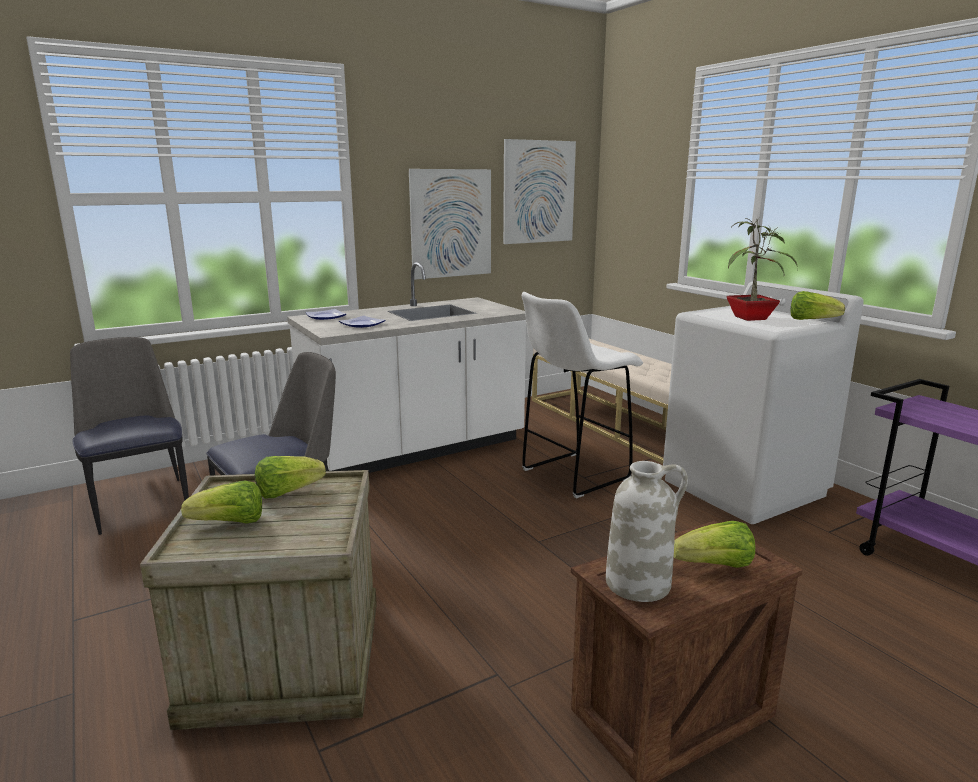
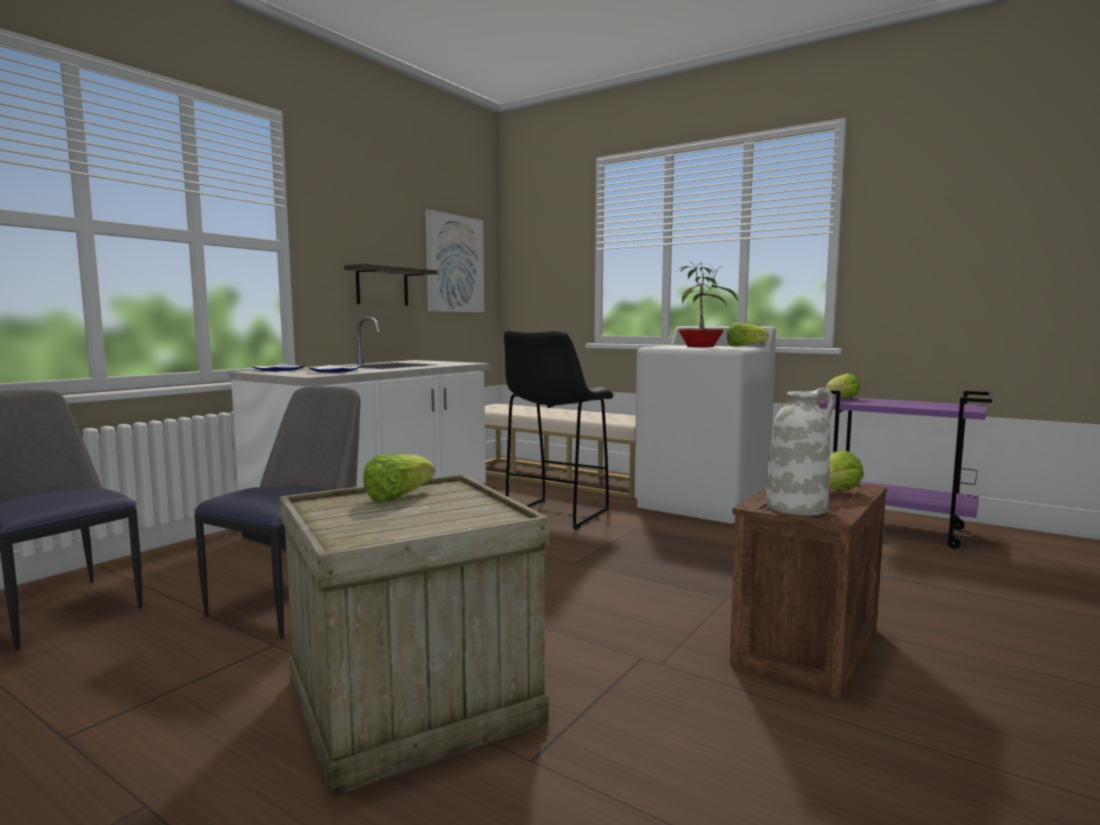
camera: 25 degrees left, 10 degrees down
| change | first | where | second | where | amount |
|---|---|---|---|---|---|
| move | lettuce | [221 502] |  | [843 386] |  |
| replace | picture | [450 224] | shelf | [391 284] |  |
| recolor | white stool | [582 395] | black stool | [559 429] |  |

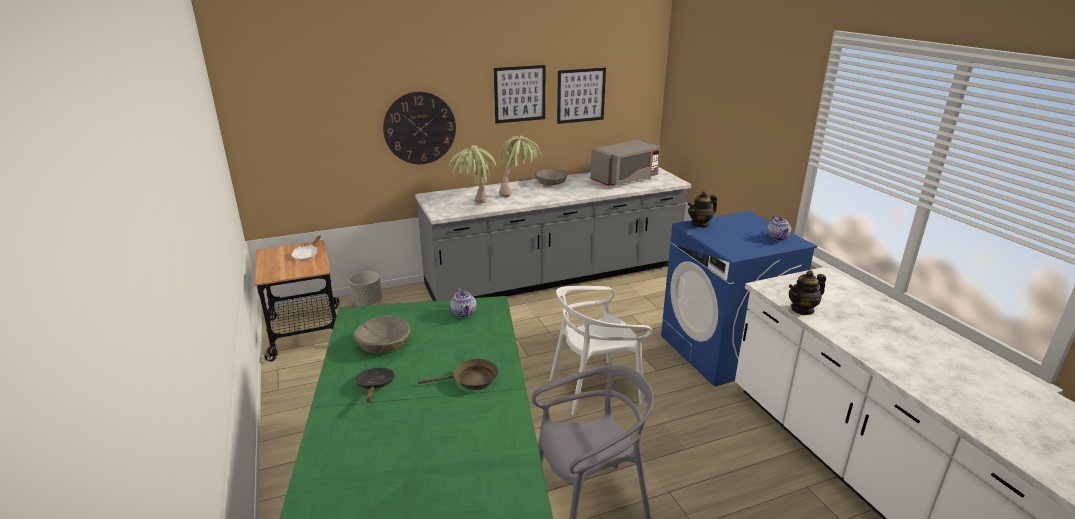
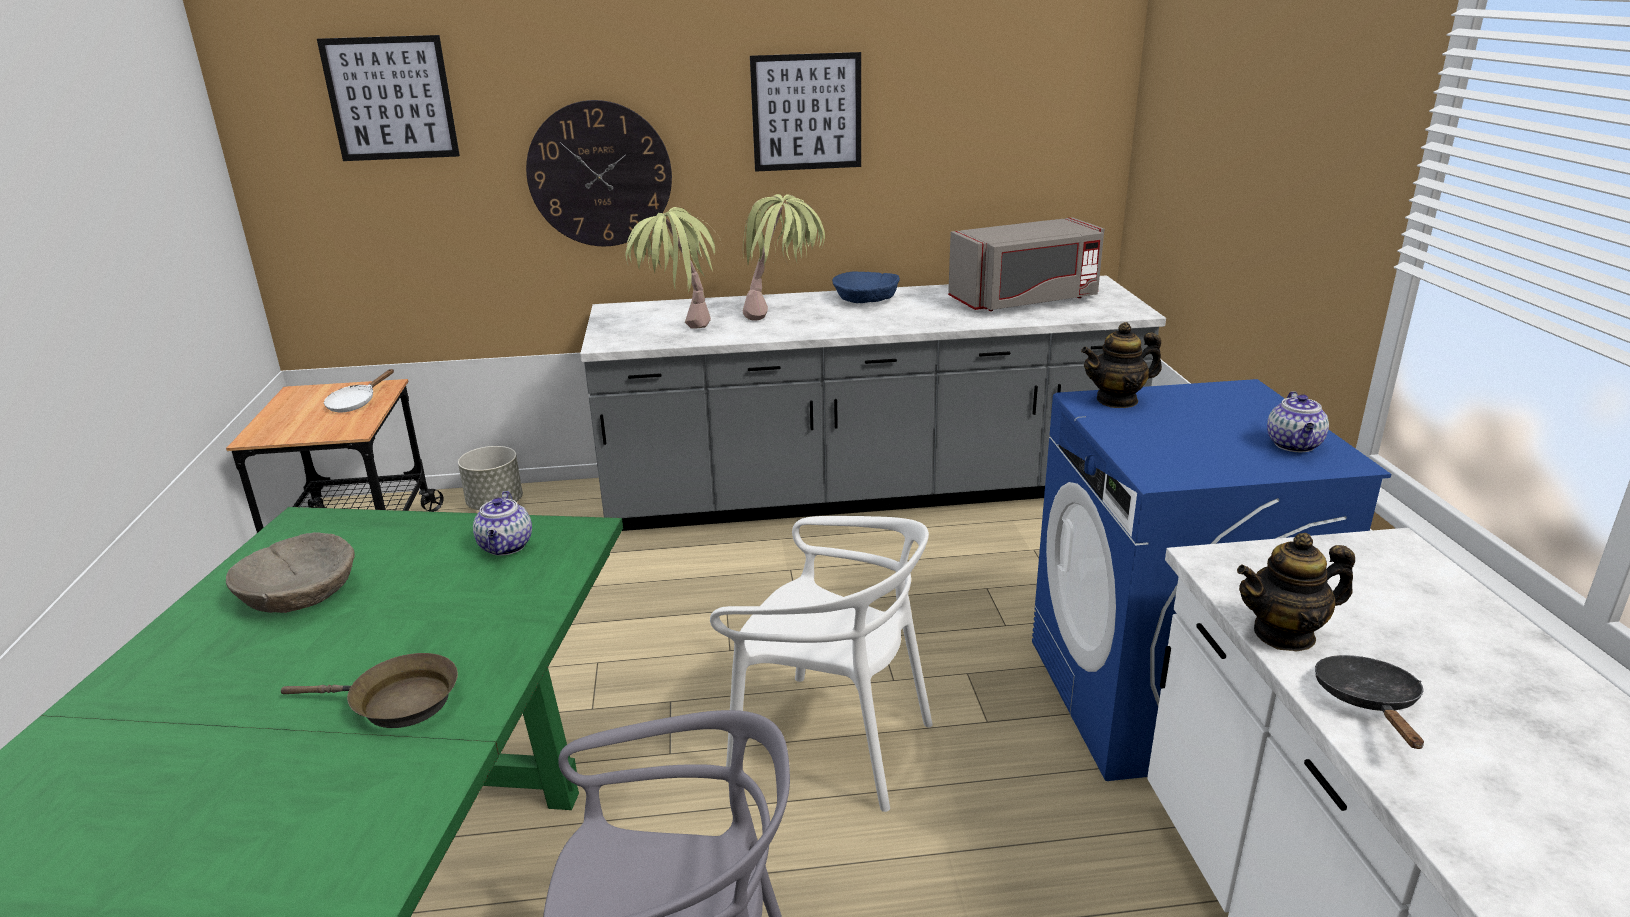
camera: 15 degrees right, 0 degrees up
| change | first | where | second | where | amount |
|---|---|---|---|---|---|
| move | black frying pan | [375 385] |  | [1369 702] |  |
| recolor | beige bowl | [551 177] | blue bowl | [866 287] |  |
| rotate | white chair | [600 351] |  | [821 664] | 150 degrees counterclockwise |
| move | picture | [581 96] |  | [388 98] |  |

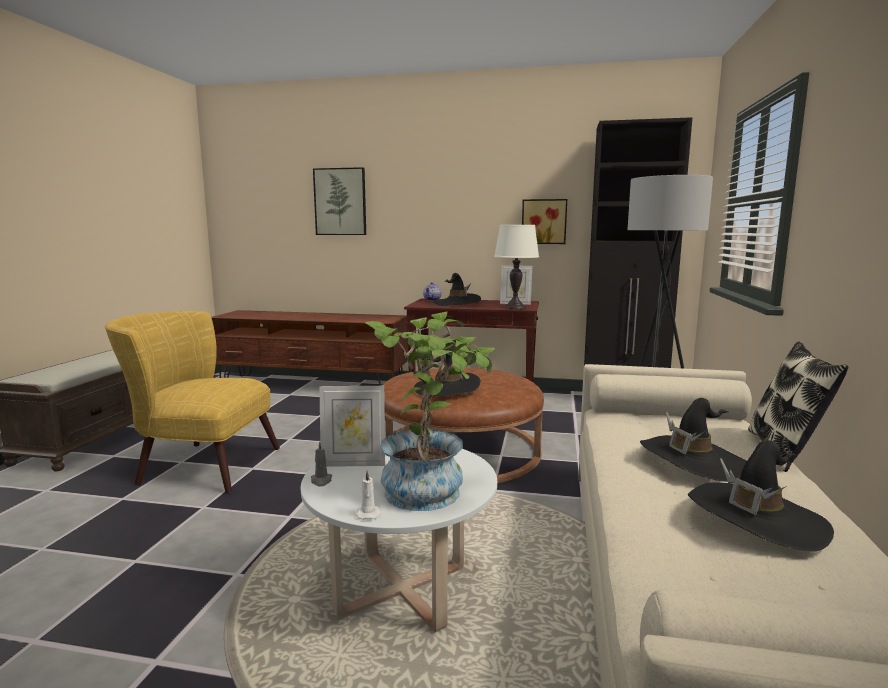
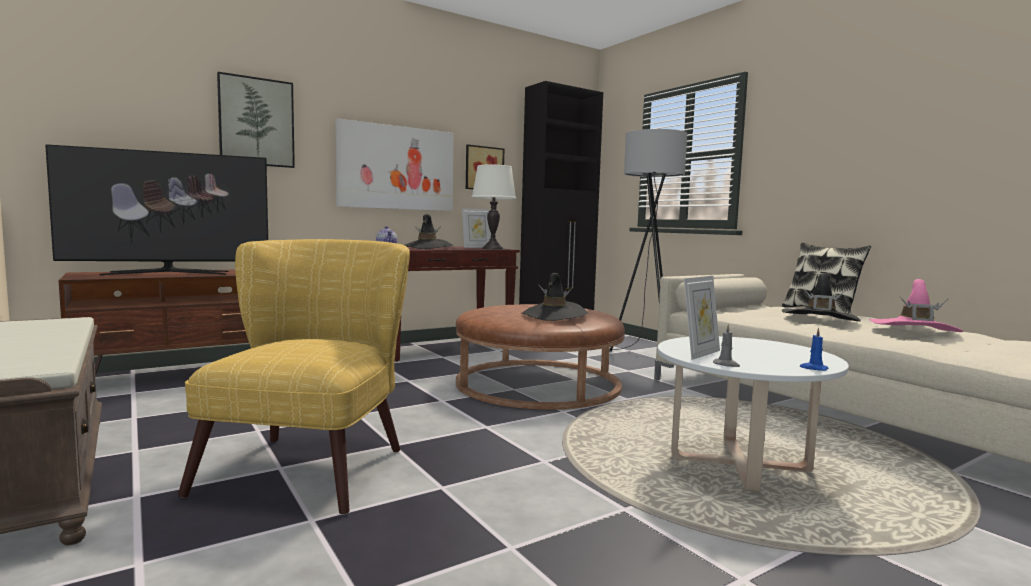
camera: 45 degrees left, 5 degrees down
| change | first | where | second | where | amount |
|---|---|---|---|---|---|
| rotate | yellow armchair | [192 402] |  | [294 377] | 135 degrees clockwise |
| recolor | white candle | [368 495] | blue candle | [814 349] |  |
| delete | potted plant | [430 411] |  |  |  |
| recolor | black hat | [761 495] | pink hat | [916 305] |  |
| insert |  |  | television | [156 209] |  |
| insert |  |  | picture | [394 164] |  |

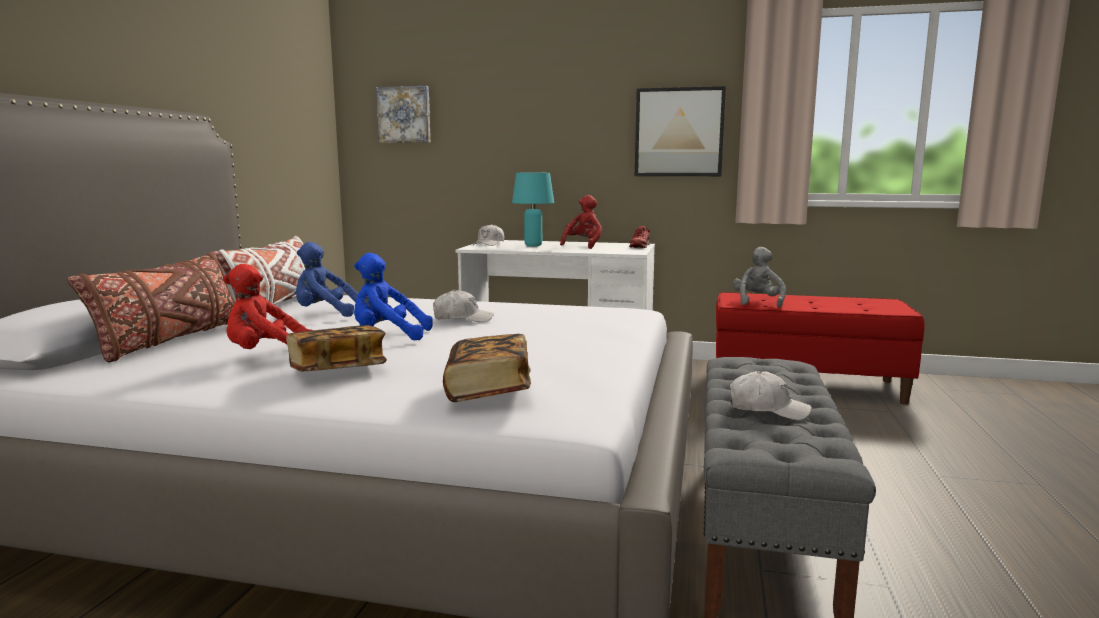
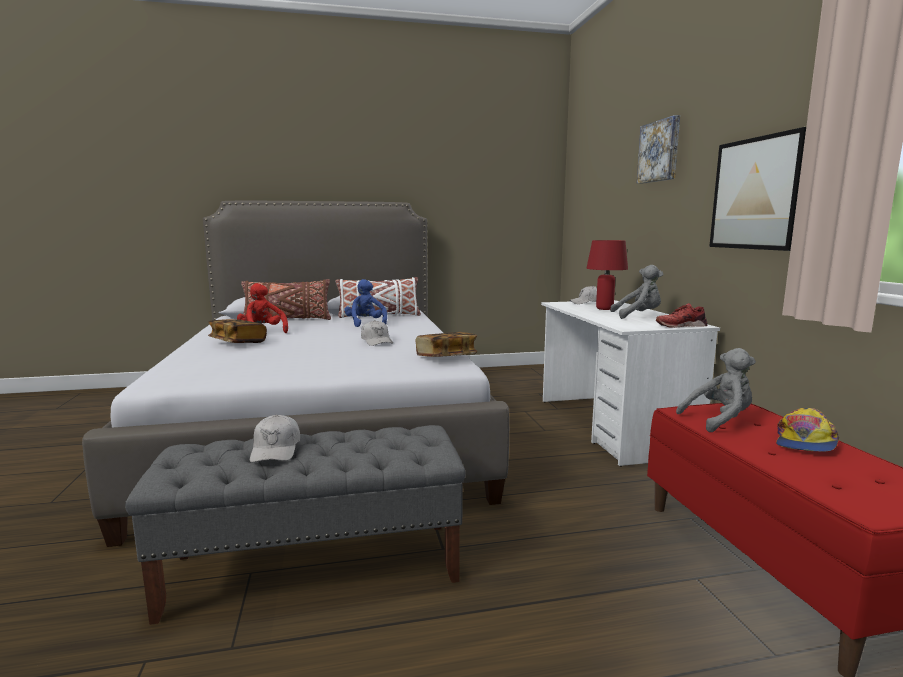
camera: 65 degrees right, 0 degrees up
| change | first | where | second | where | amount |
|---|---|---|---|---|---|
| delete | blue plush toy | [393 296] |  |  |  |
| move | picture | [403 114] |  | [658 149] |  |
| move | book | [487 368] |  | [446 344] |  |
| recolor | turquoise table lamp | [533 209] | red table lamp | [607 275] |  |
| recolor | red plush toy | [581 222] | grey plush toy | [636 292] |  |
| insert |  |  | cap | [807 429] |  |

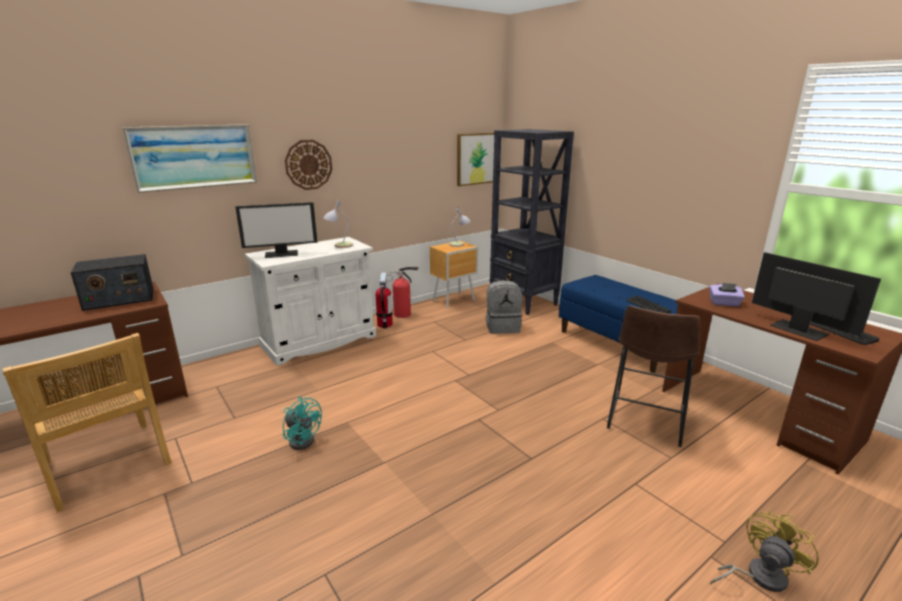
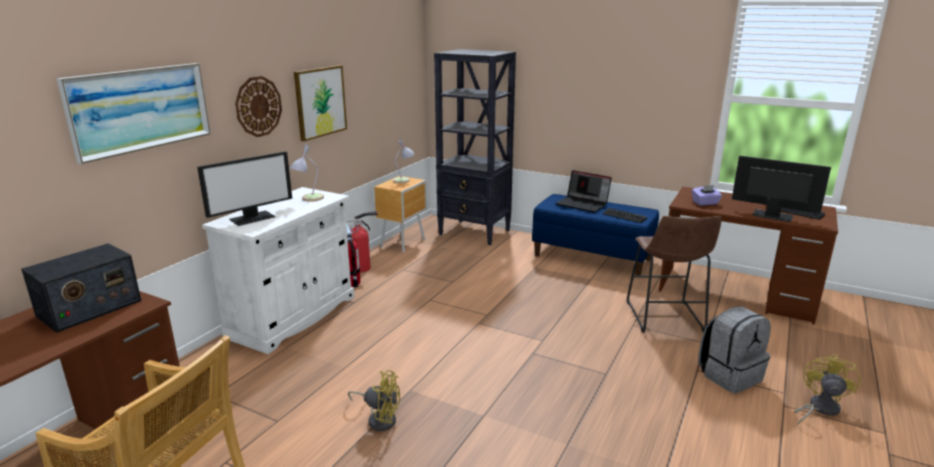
camera: 25 degrees left, 0 degrees up
| change | first | where | second | where | amount |
|---|---|---|---|---|---|
| recolor | turquoise fan | [302 423] | yellow fan | [374 400] |  |
| move | picture | [475 159] |  | [320 103] |  |
| move | grey backpack | [504 307] |  | [734 349] |  |
| insert |  |  | laptop | [584 191] |  |

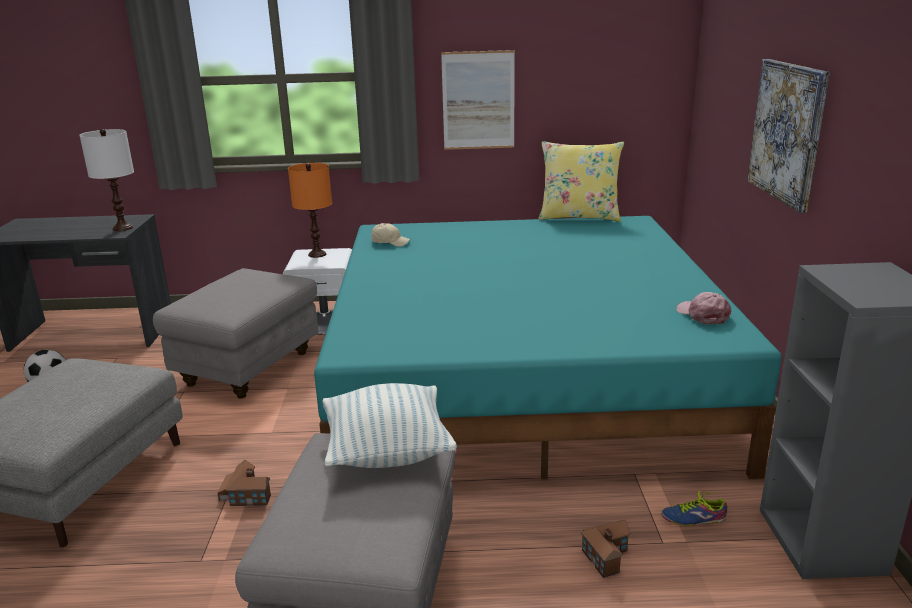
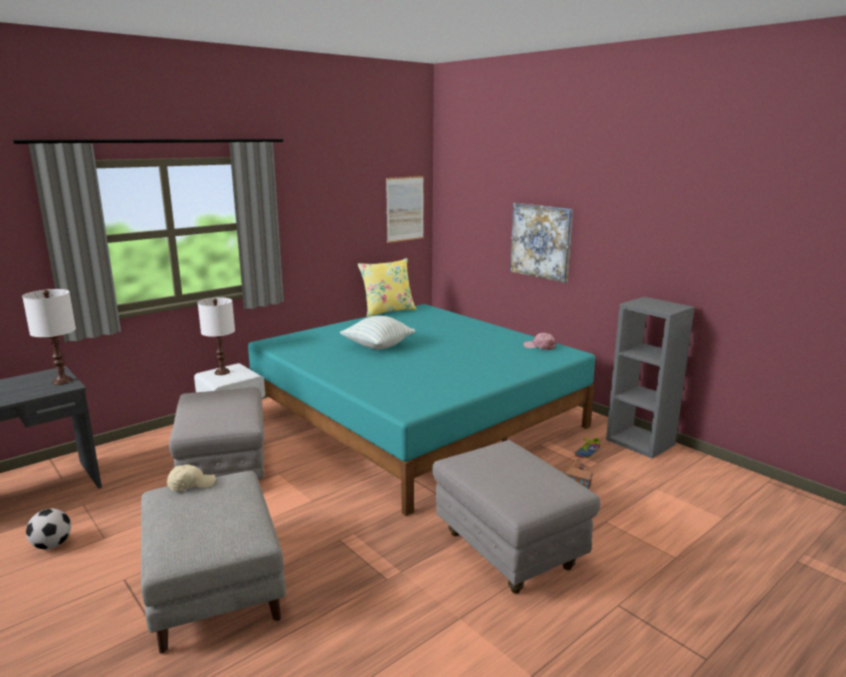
camera: 40 degrees left, 5 degrees down
| change | first | where | second | where | amount |
|---|---|---|---|---|---|
| delete | toy house | [244 483] |  |  |  |
| recolor | orange table lamp | [310 210] | white table lamp | [216 336] |  |
| move | pillow | [389 425] |  | [377 332] |  |
| move | beige cap | [390 235] |  | [191 477] |  |
| move | picture | [478 100] |  | [405 209] |  |

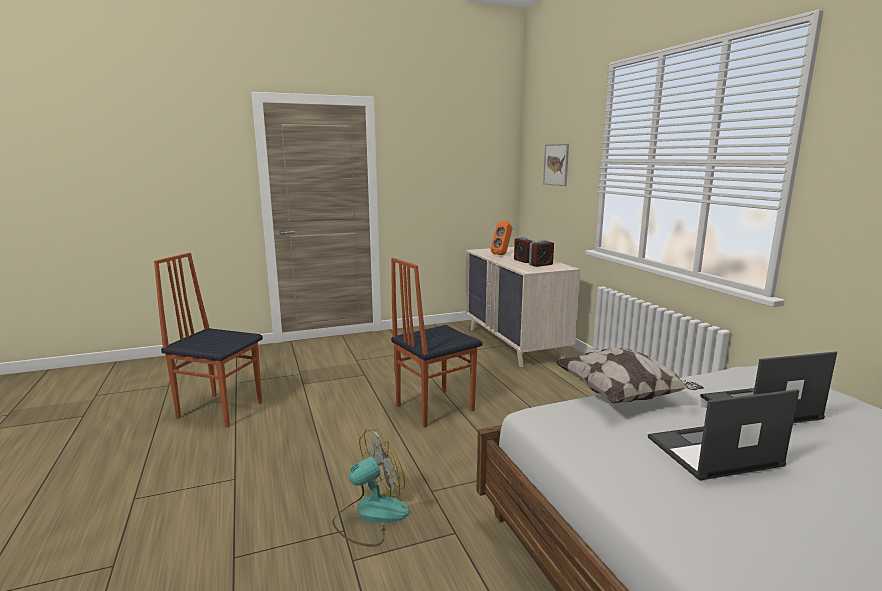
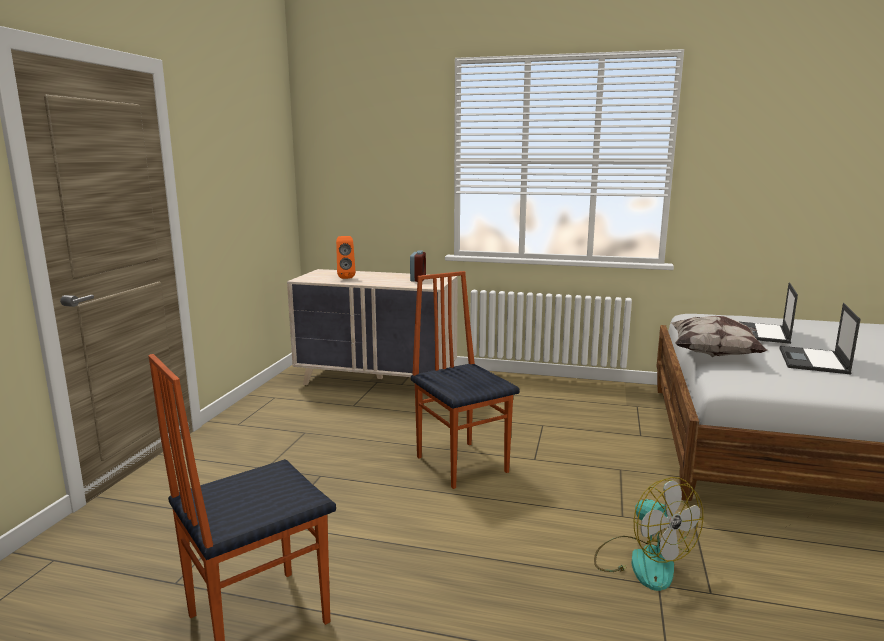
camera: 55 degrees left, 0 degrees up
| change | first | where | second | where | amount |
|---|---|---|---|---|---|
| rotate | fan | [370 488] |  | [648 534] | 150 degrees clockwise |
| rotate | chair | [436 342] |  | [465 380] | 150 degrees clockwise |
| delete | alarm clock | [524 250] |  |  |  |
| delete | picture | [556 165] |  |  |  |

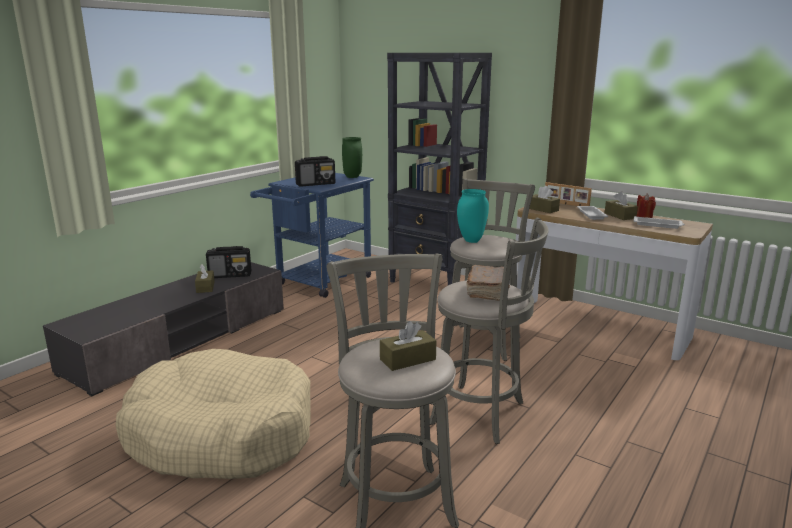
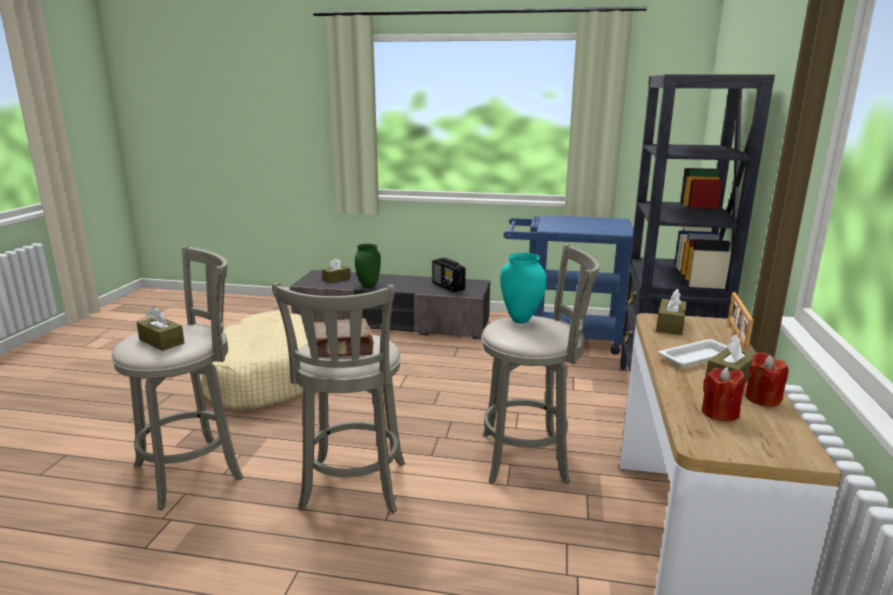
camera: 65 degrees right, 0 degrees up
| change | first | where | second | where | amount |
|---|---|---|---|---|---|
| move | brown tissue box | [205 278] |  | [336 270] |  |
| delete | radio | [315 171] |  |  |  |
| move | green vase | [352 157] |  | [368 266] |  |
| replace | white tray | [659 222] | red candle | [723 394] |  |

